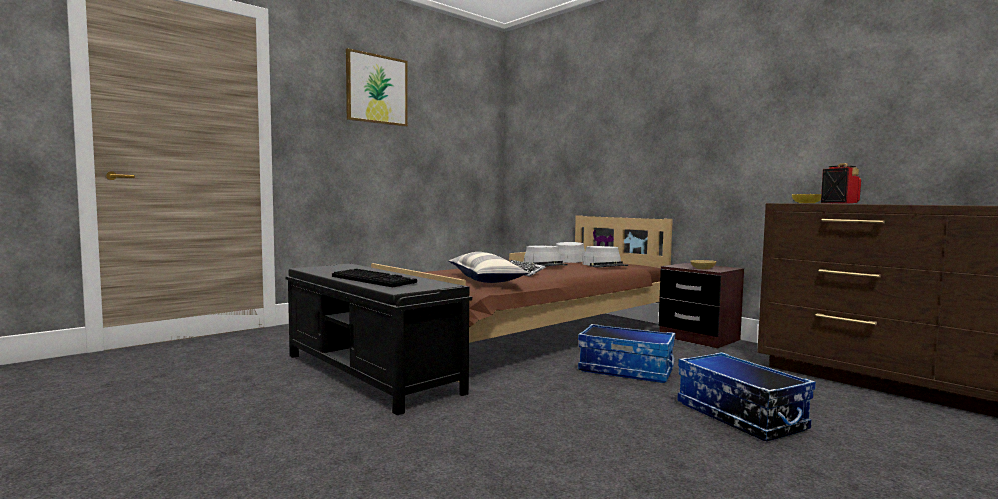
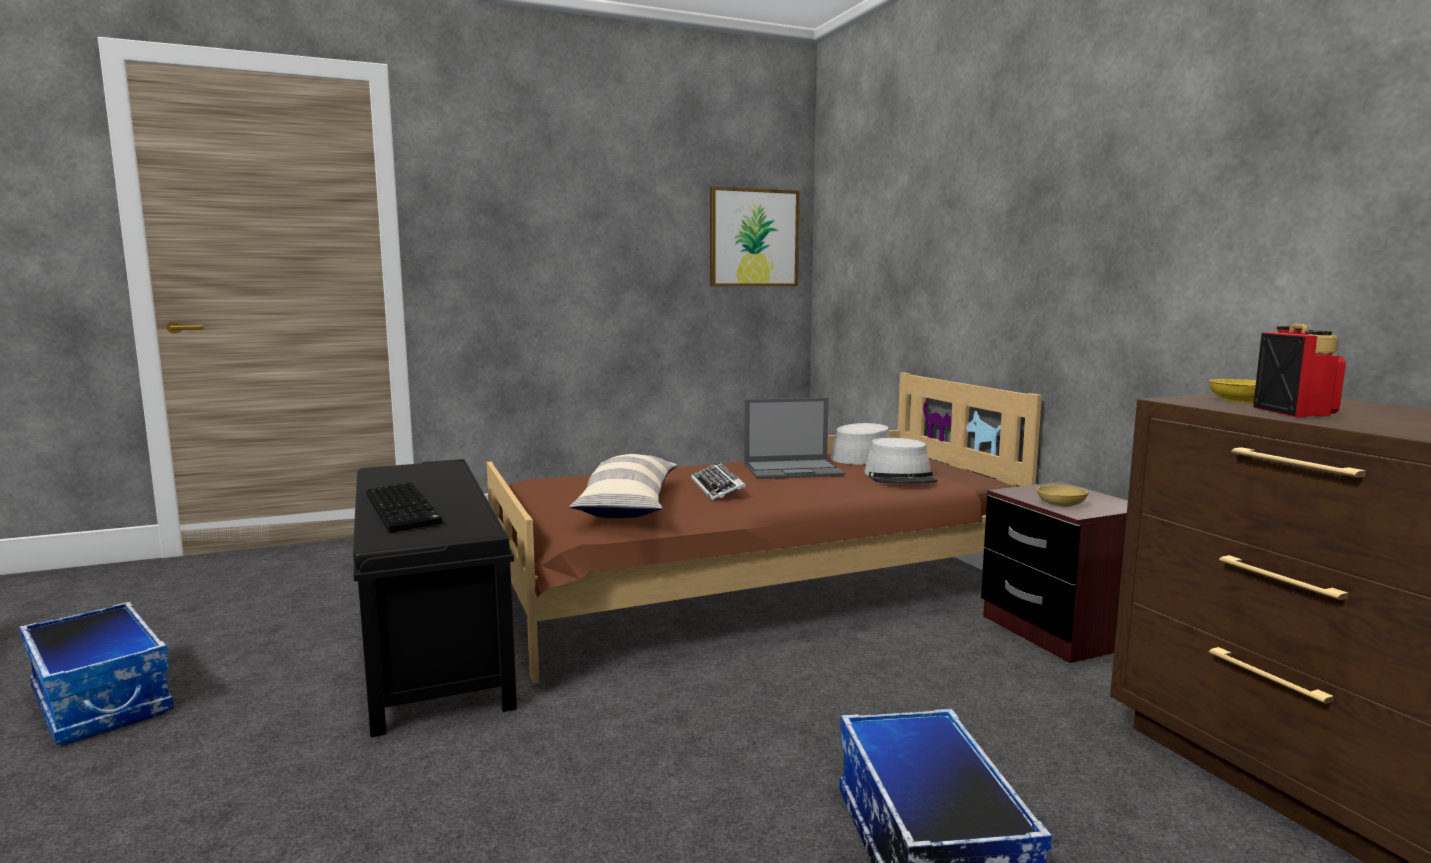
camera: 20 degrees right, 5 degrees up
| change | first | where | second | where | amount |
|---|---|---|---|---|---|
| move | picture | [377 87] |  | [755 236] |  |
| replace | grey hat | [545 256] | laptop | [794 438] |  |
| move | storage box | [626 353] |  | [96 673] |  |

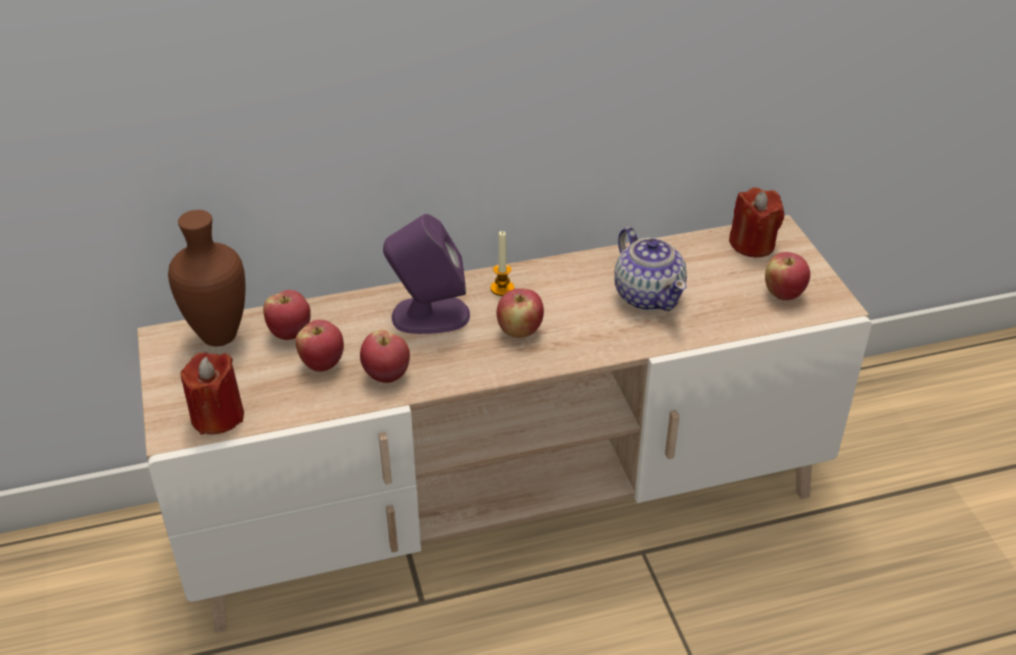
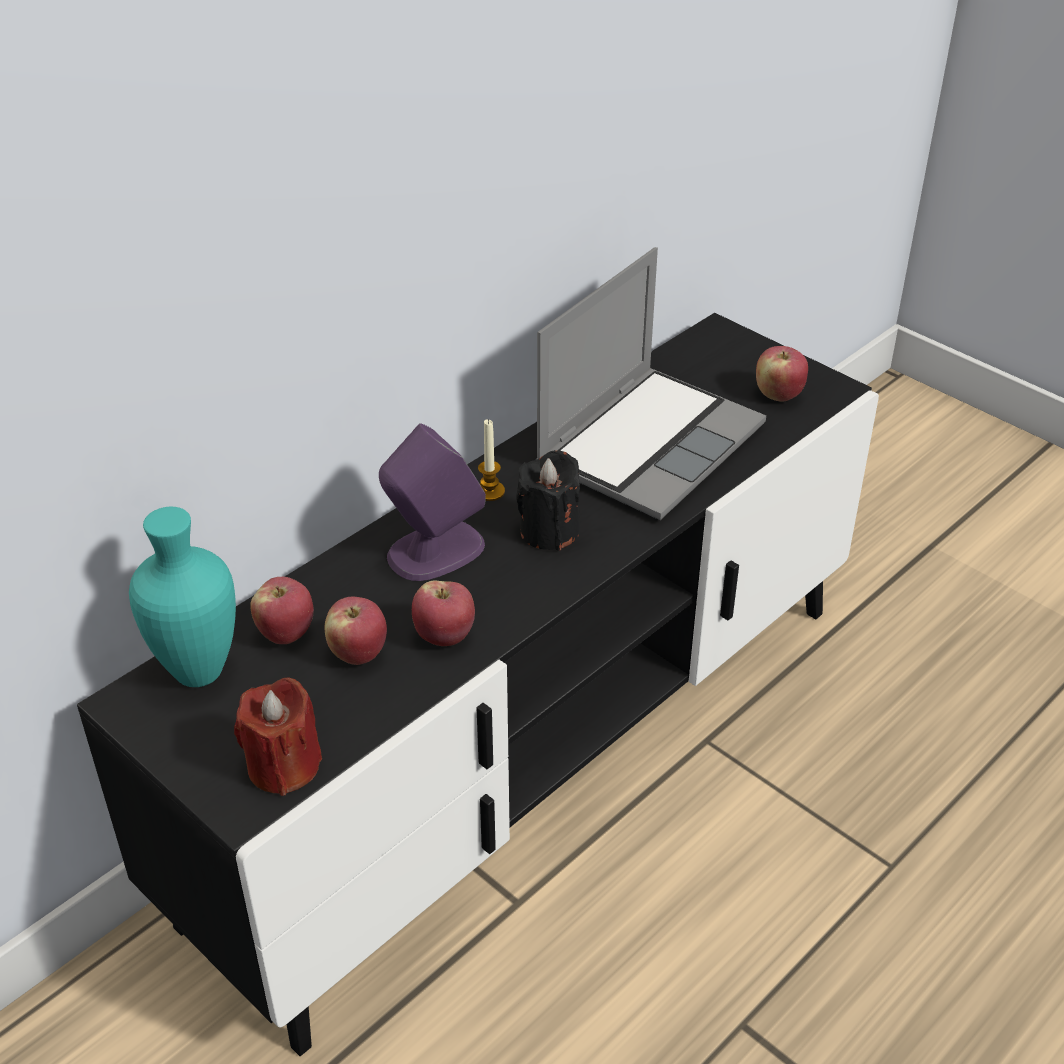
camera: 30 degrees left, 0 degrees up
| change | first | where | second | where | amount |
|---|---|---|---|---|---|
| recolor | beige tv stand | [504 424] | black tv stand | [478 684] |  |
| recolor | brown vase | [207 278] | turquoise vase | [182 597] |  |
| replace | apple | [520 313] | black candle | [548 500] |  |
| replace | teapot | [650 269] | laptop | [651 383] |  |
| delete | red candle | [756 222] |  |  |  |

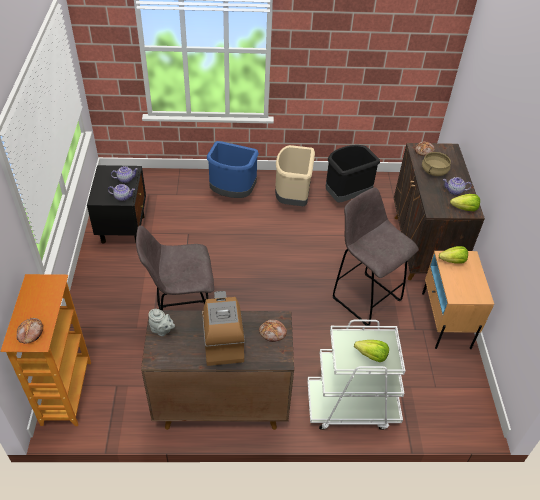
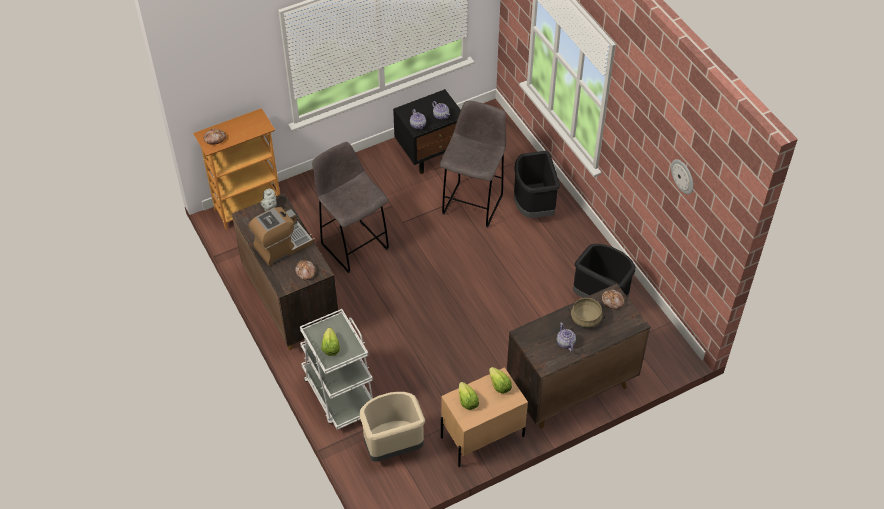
camera: 65 degrees right, 5 degrees up
| change | first | where | second | where | amount |
|---|---|---|---|---|---|
| recolor | blue trash can | [233 169] | black trash can | [537 184] |  |
| move | beige trash can | [295 175] |  | [392 427] |  |
| move | grey stool | [375 256] |  | [473 164] |  |
| move | lettuce | [465 202] |  | [469 396] |  |
| insert |  |  | wall clock | [682 176] |  |

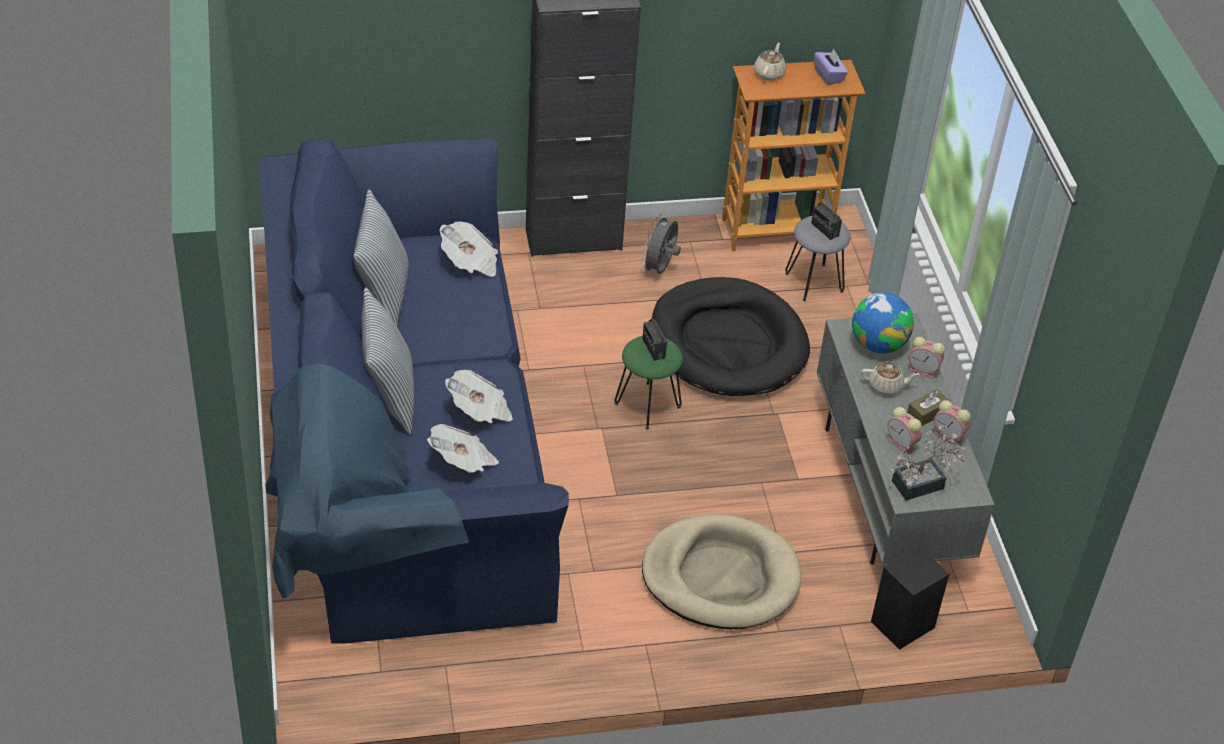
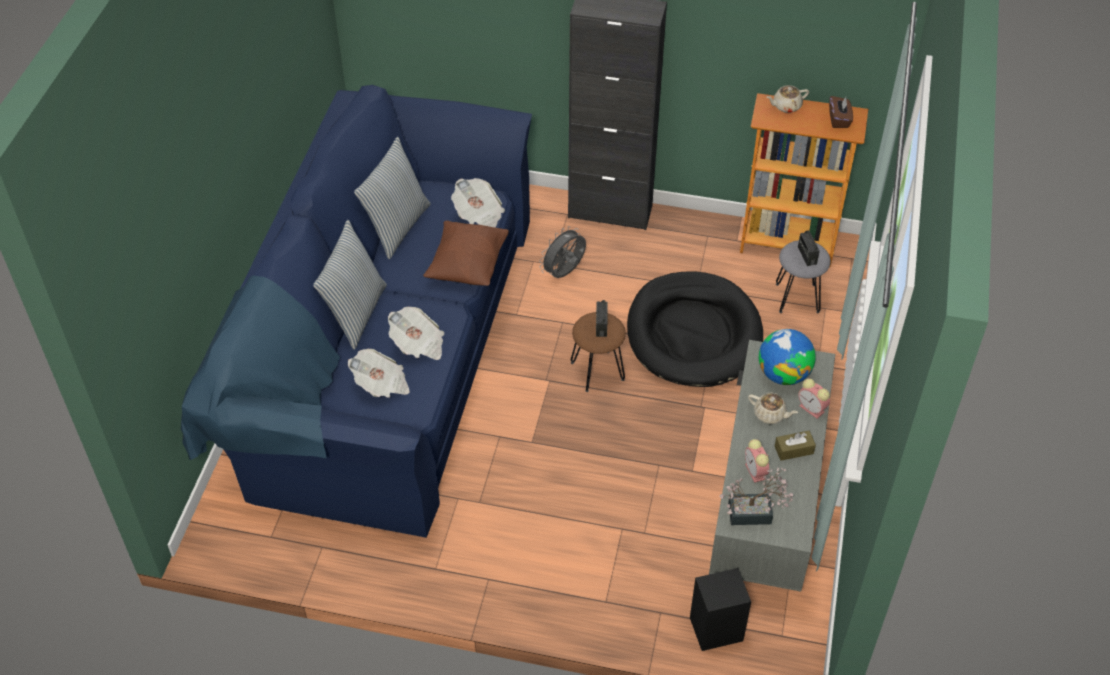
camera: 25 degrees right, 5 degrees up
| change | first | where | second | where | amount |
|---|---|---|---|---|---|
| recolor | green stool | [648 383] | brown stool | [598 352] |  |
| move | grey fan | [661 243] |  | [562 252] |  |
| delete | beige dog bed | [721 571] |  |  |  |
| rotate | beige teapot | [770 61] |  | [787 99] | 150 degrees counterclockwise |
| recolor | purple tissue box | [831 66] | brown tissue box | [841 112] |  |
| delete | alarm clock | [952 422] |  |  |  |
| insert |  |  | brown pillow | [466 253] |  |

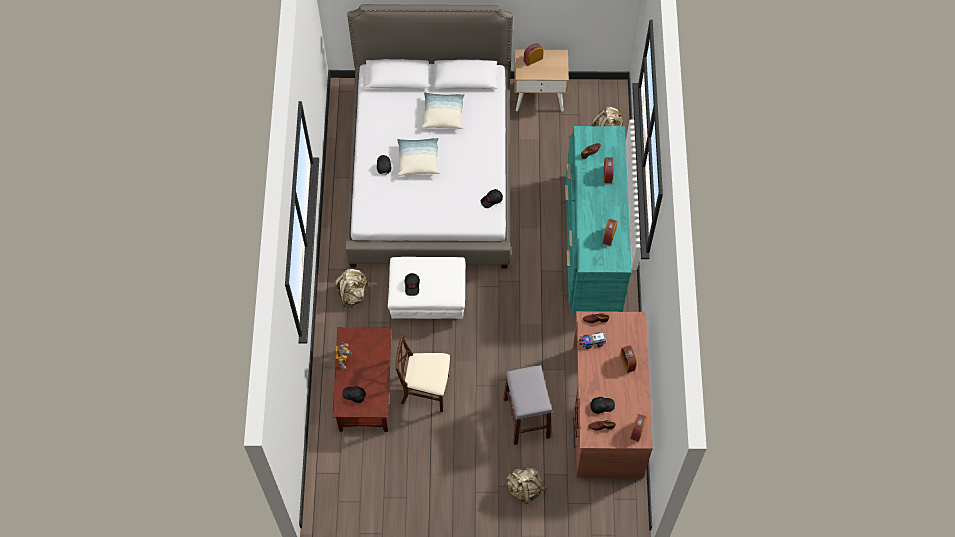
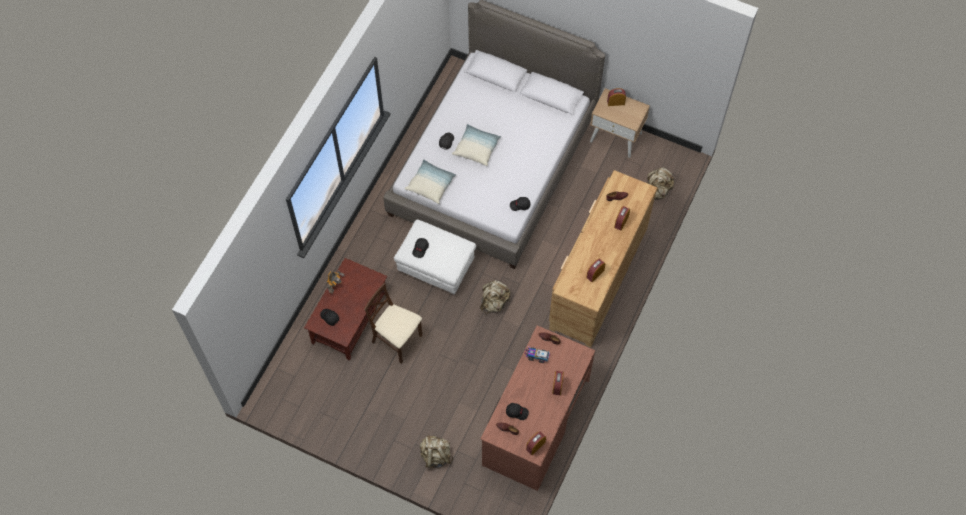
camera: 25 degrees right, 0 degrees up
| change | first | where | second | where | amount |
|---|---|---|---|---|---|
| move | beige backpack | [351 288] |  | [495 297] |  |
| move | pillow | [443 110] |  | [430 181] |  |
| delete | grey stool | [527 405] |  |  |  |
| recolor | turquoise dresser | [598 220] | brown dresser | [603 258] |  |

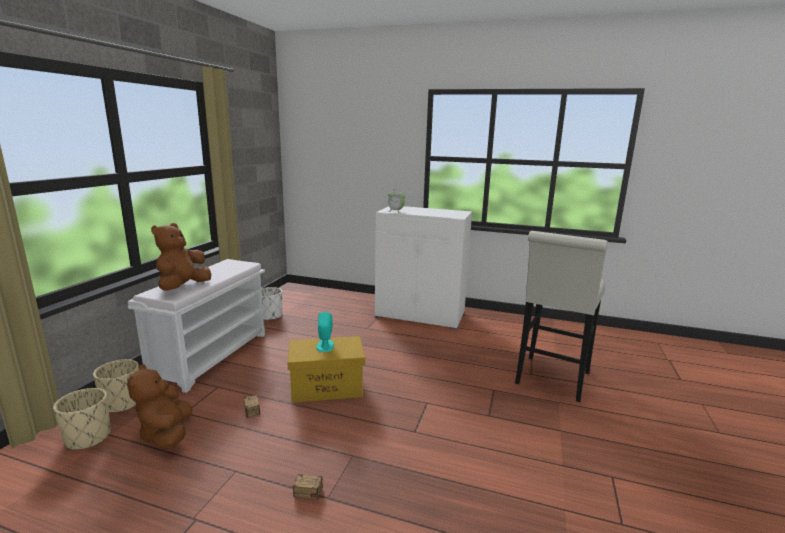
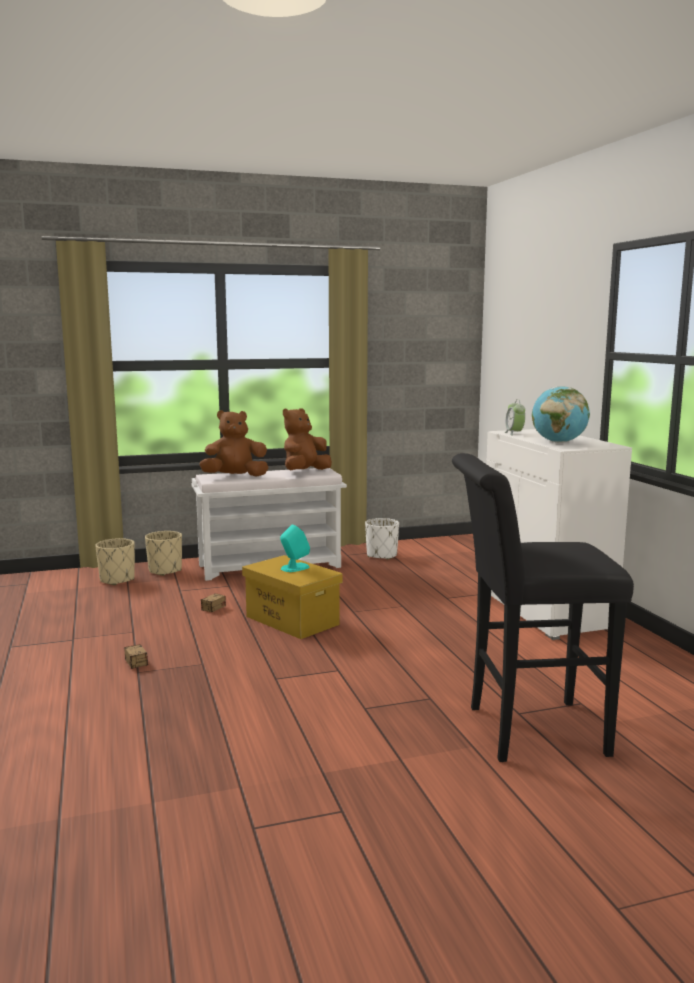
camera: 55 degrees right, 5 degrees down
| change | first | where | second | where | amount |
|---|---|---|---|---|---|
| move | brown plush toy | [160 407] |  | [307 439] |  |
| recolor | white stool | [561 316] | black stool | [543 607] |  |
| insert |  |  | globe | [561 414] |  |

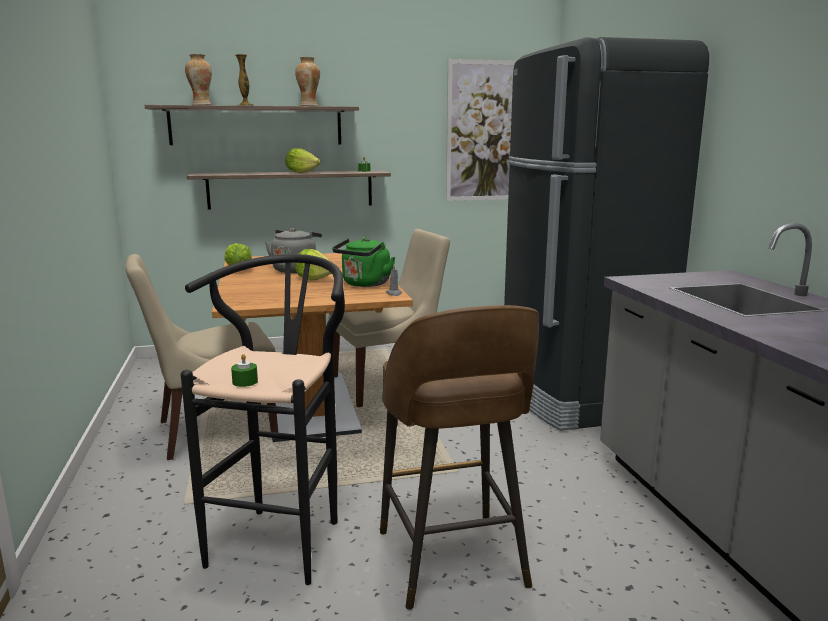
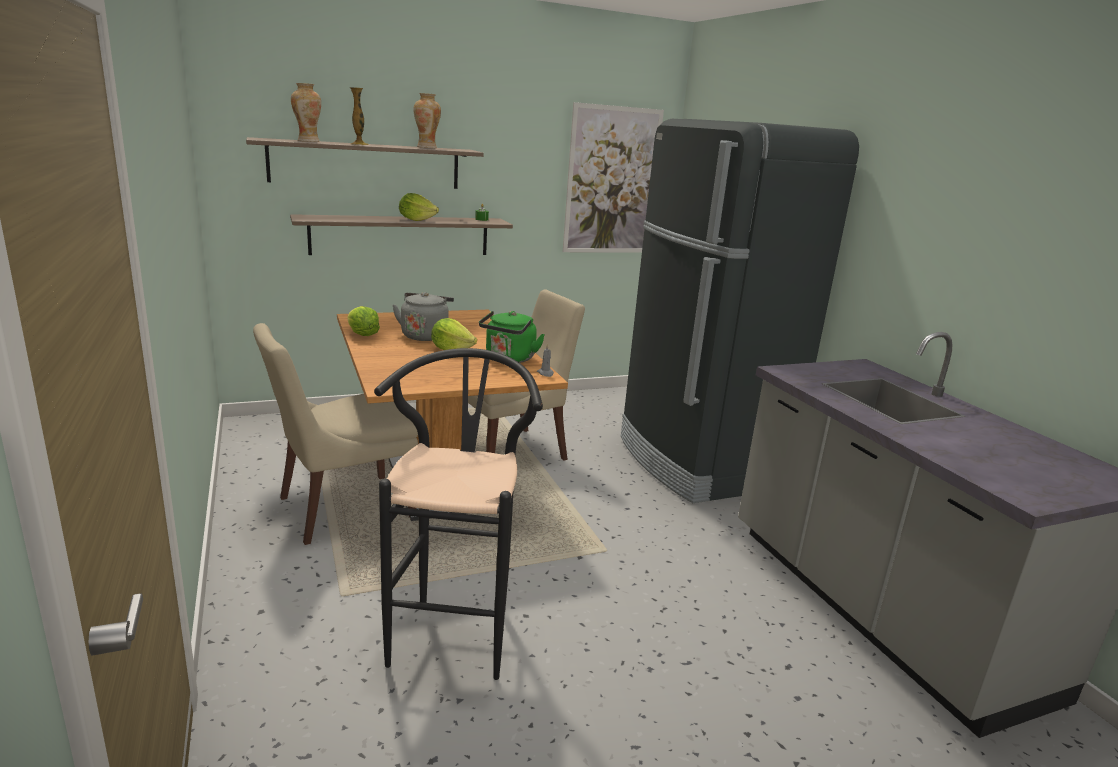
camera: 10 degrees left, 5 degrees up
| change | first | where | second | where | amount |
|---|---|---|---|---|---|
| delete | green candle | [244 370] |  |  |  |
| delete | brown stool | [459 457] |  |  |  |

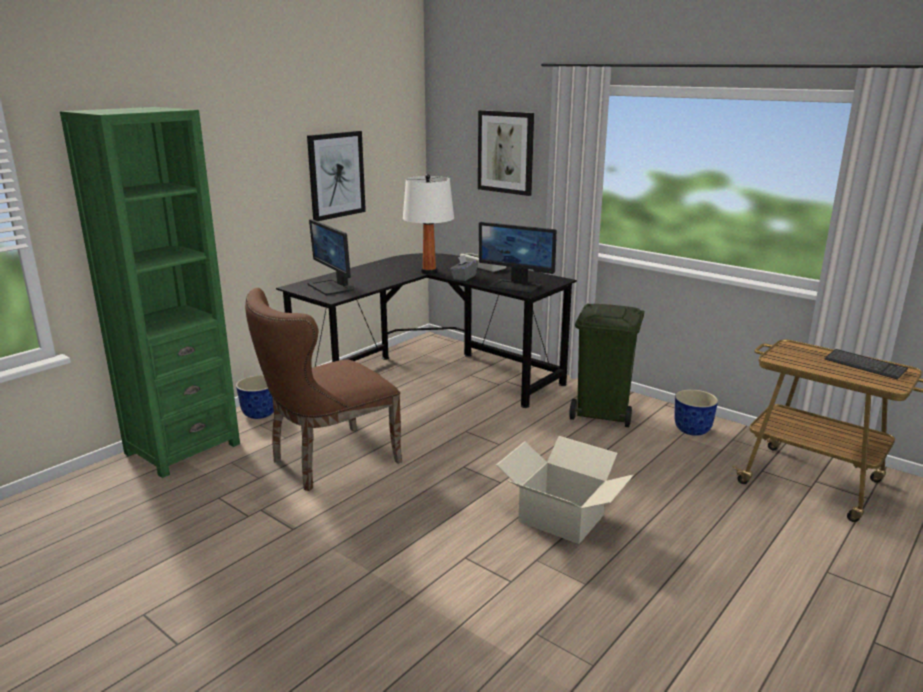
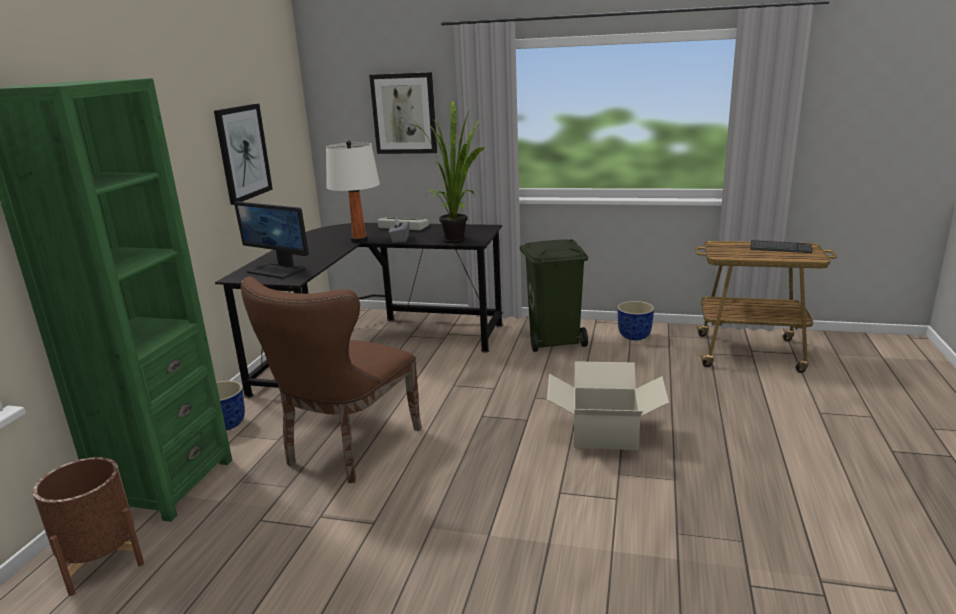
camera: 25 degrees left, 0 degrees up
| change | first | where | second | where | amount |
|---|---|---|---|---|---|
| replace | monitor | [518 258] | potted plant | [446 171] |  |
| insert |  |  | brown planter | [88 526] |  |

